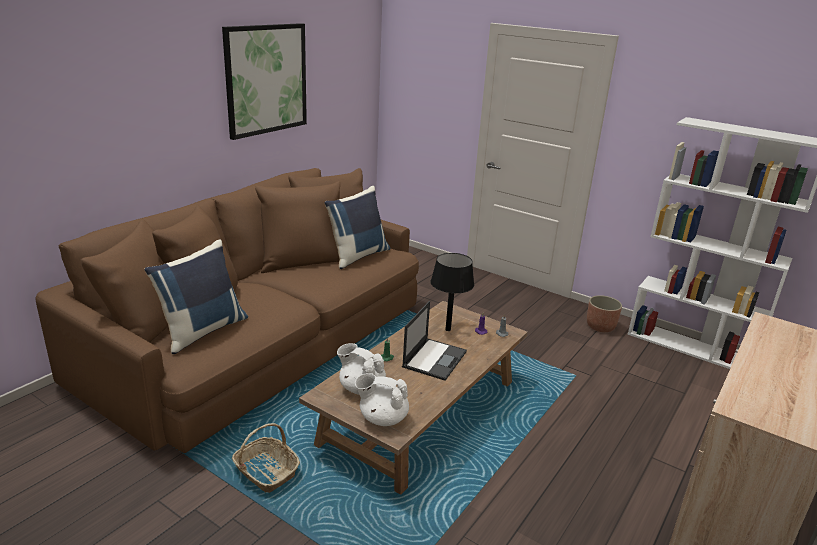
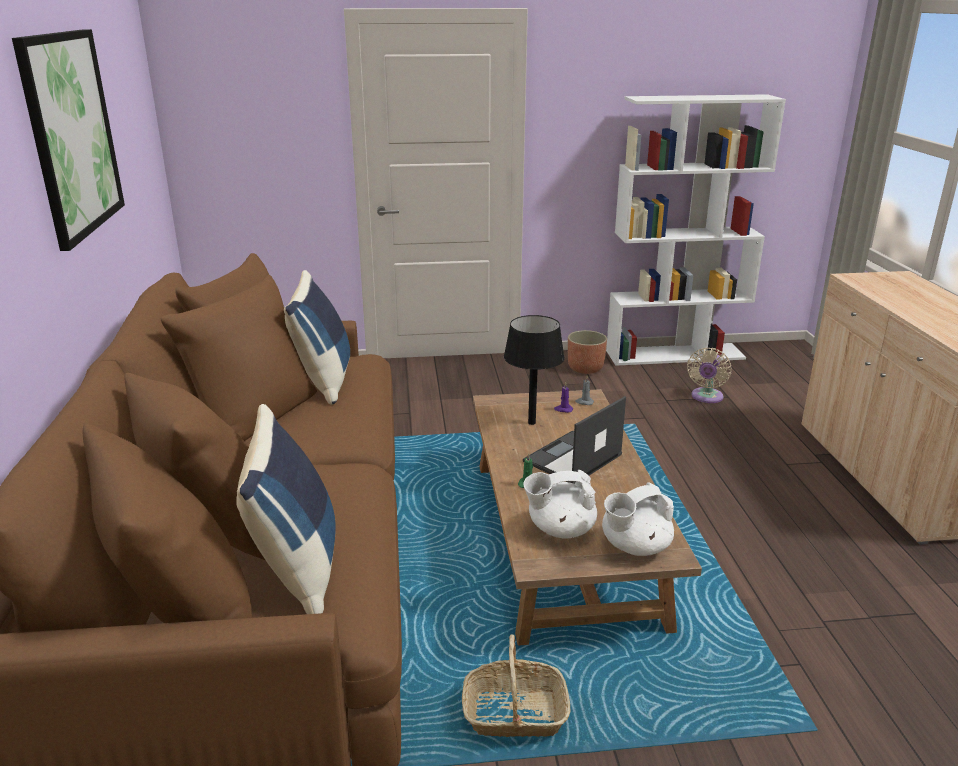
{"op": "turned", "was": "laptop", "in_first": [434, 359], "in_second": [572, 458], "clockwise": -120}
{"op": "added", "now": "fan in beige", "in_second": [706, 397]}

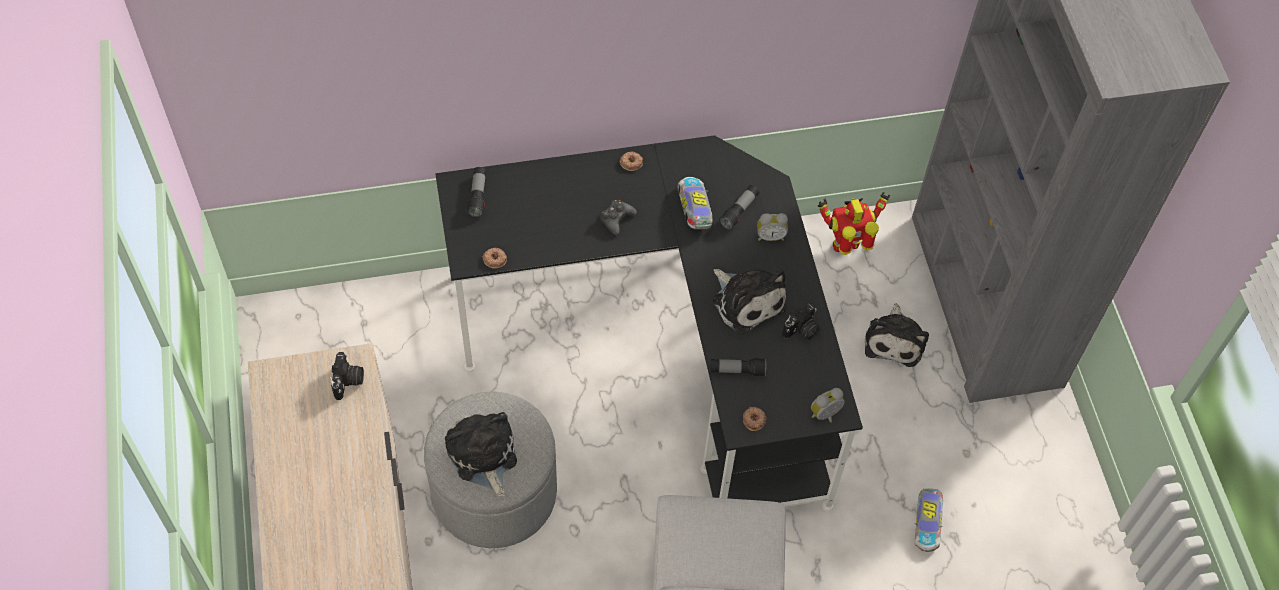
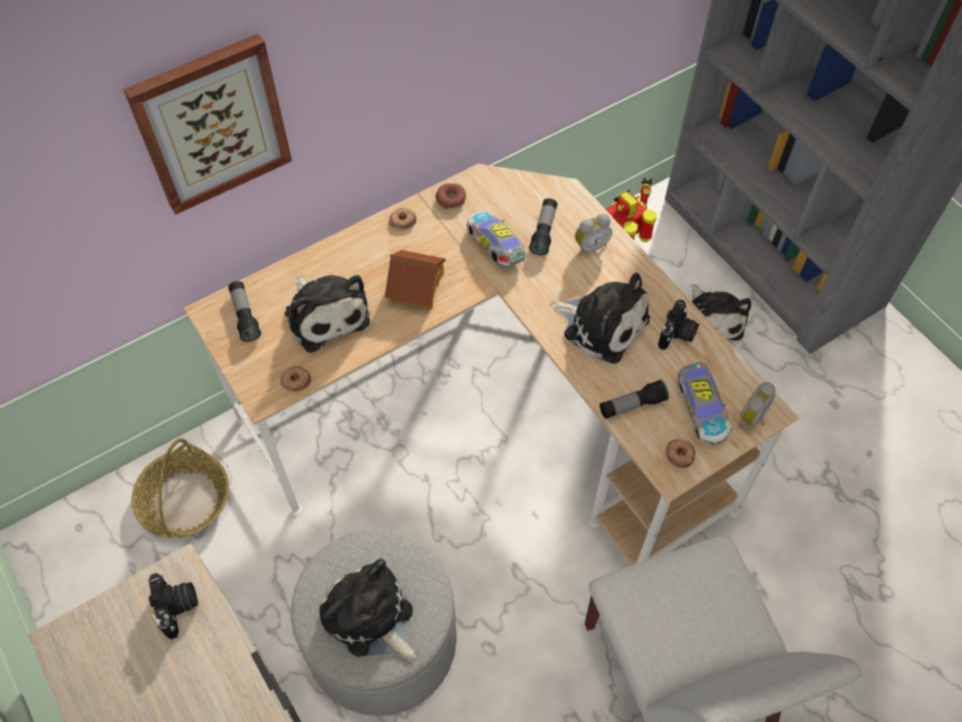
{"op": "added", "now": "picture", "in_second": [211, 124]}
{"op": "added", "now": "basket", "in_second": [185, 500]}
{"op": "recoloured", "was": "desk in black", "now": "desk in beige", "in_first": [663, 350], "in_second": [492, 413]}
{"op": "added", "now": "plush toy", "in_second": [325, 314]}
{"op": "replaced", "was": "game controller in black", "now": "toy house", "in_first": [616, 219], "in_second": [415, 286]}
{"op": "added", "now": "donut", "in_second": [451, 200]}
{"op": "moved", "was": "toy car", "in_first": [926, 522], "in_second": [700, 408]}

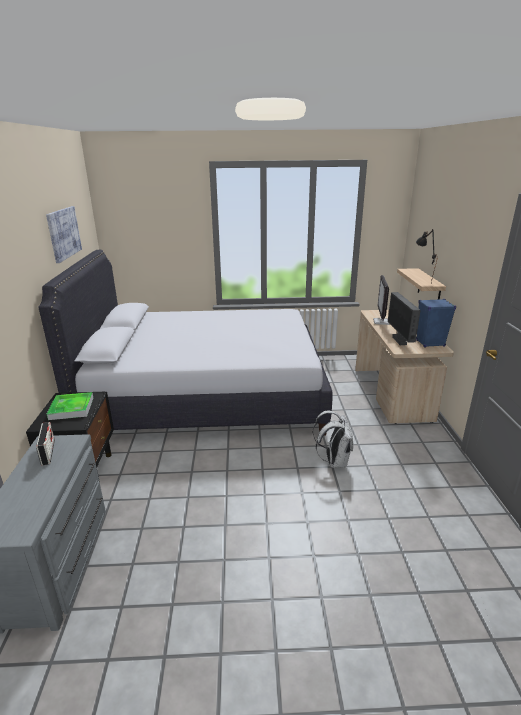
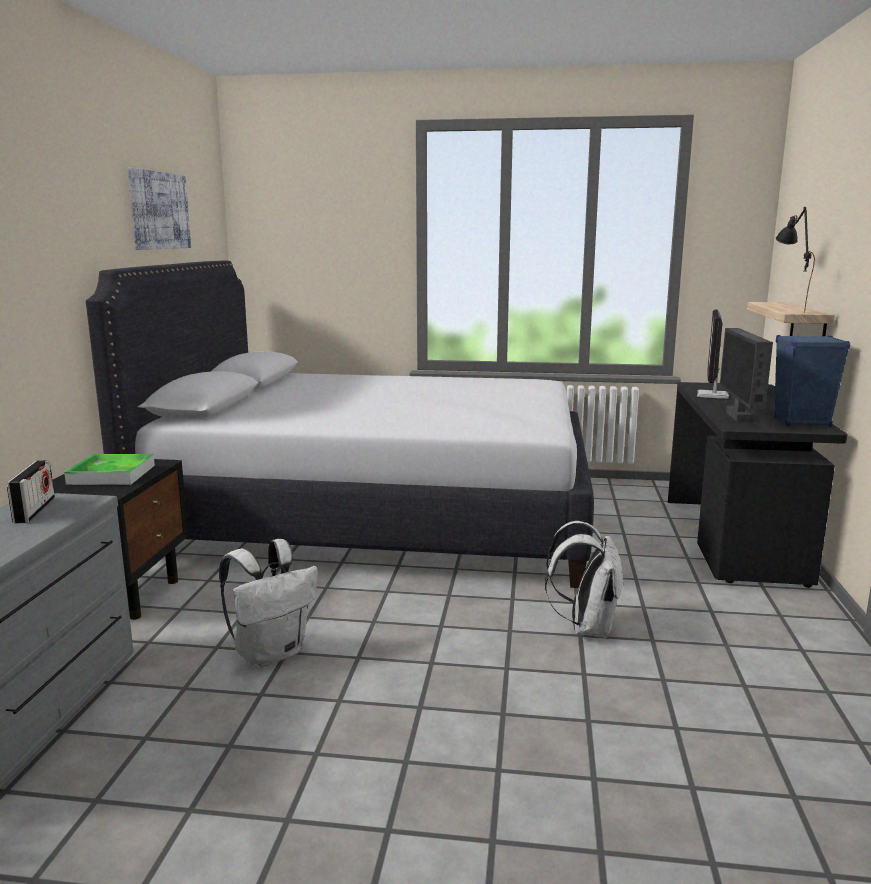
{"op": "added", "now": "backpack in white", "in_second": [271, 653]}
{"op": "recoloured", "was": "desk in beige", "now": "desk in black", "in_first": [393, 394], "in_second": [736, 539]}

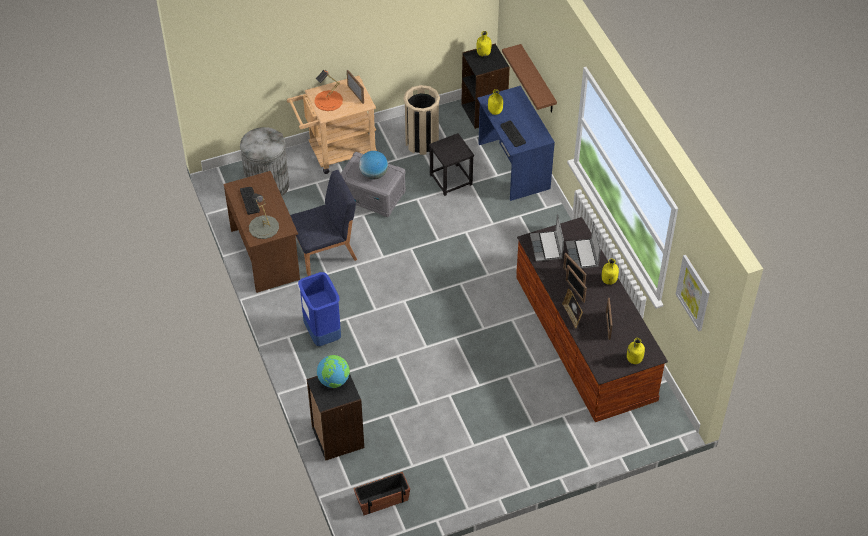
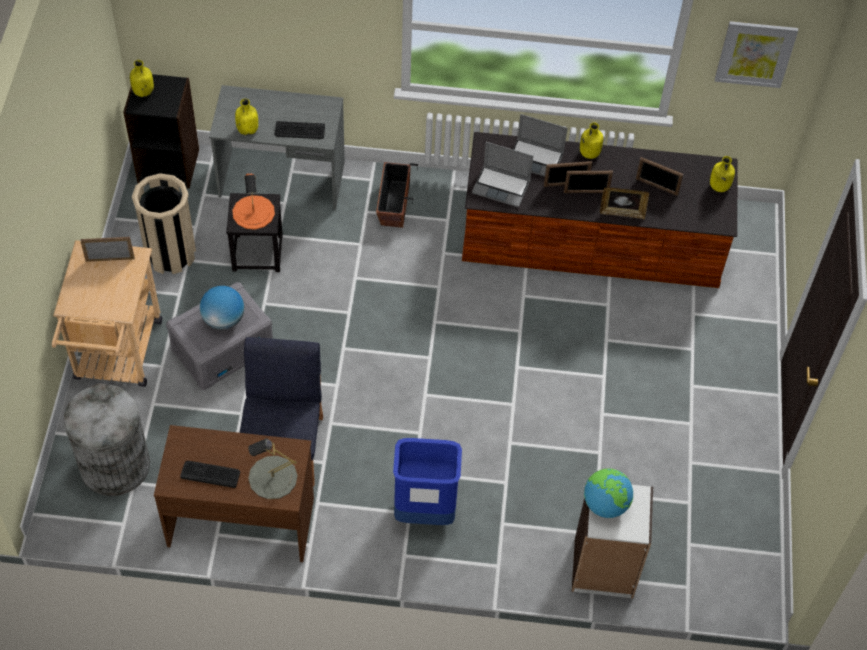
{"op": "recoloured", "was": "desk in blue", "now": "desk in grey", "in_first": [513, 166], "in_second": [282, 180]}
{"op": "moved", "was": "table lamp in orange", "in_first": [328, 101], "in_second": [253, 212]}
{"op": "moved", "was": "planter", "in_first": [382, 500], "in_second": [394, 204]}
{"op": "recoloured", "was": "bookcase in black", "now": "bookcase in white", "in_first": [337, 437], "in_second": [603, 568]}
{"op": "removed", "was": "shelf in brown", "in_first": [538, 80]}

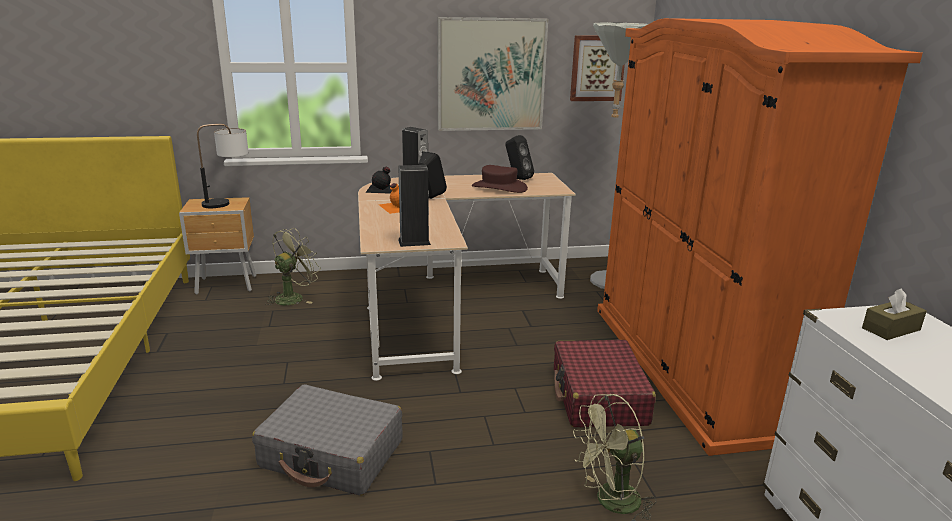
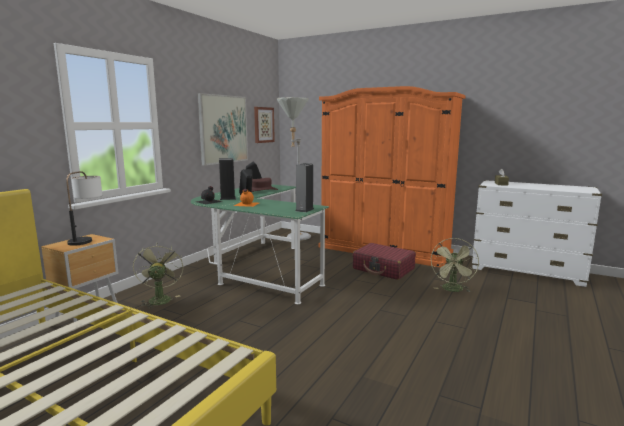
{"op": "recoloured", "was": "desk in beige", "now": "desk in green", "in_first": [446, 307], "in_second": [257, 269]}
{"op": "removed", "was": "suitcase in grey", "in_first": [332, 454]}

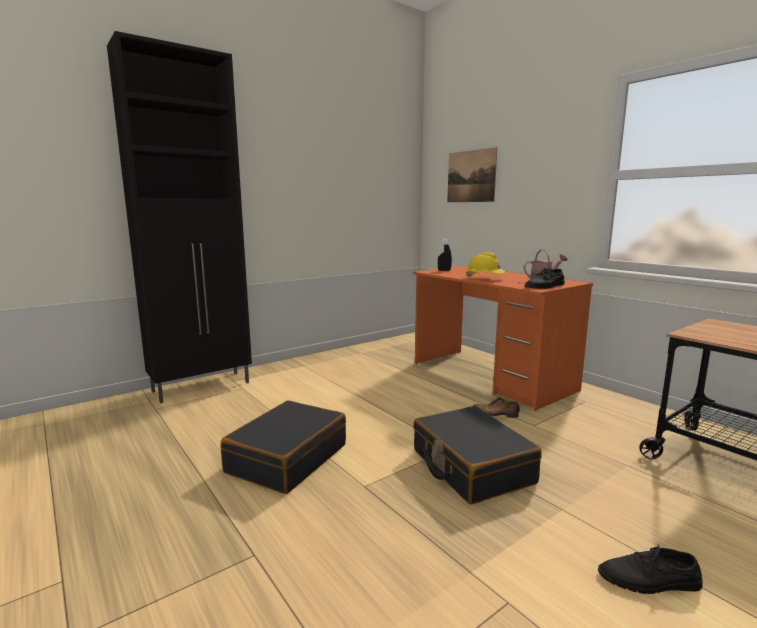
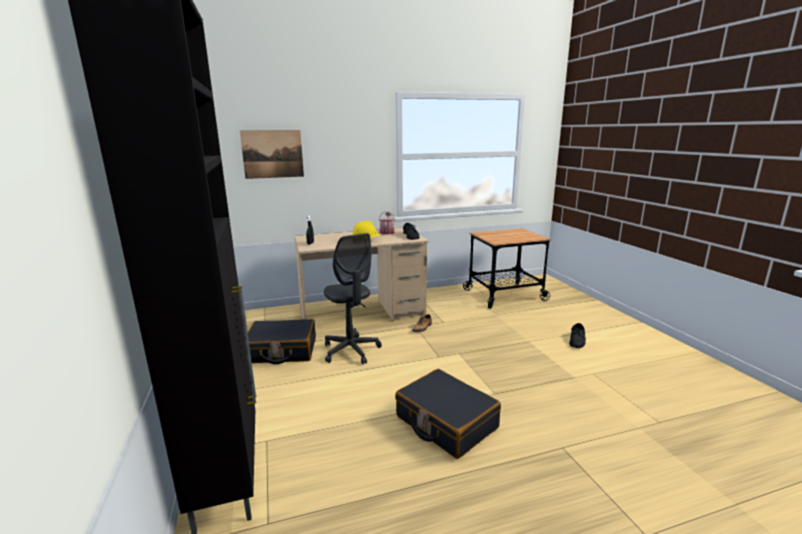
{"op": "moved", "was": "suitcase in black", "in_first": [471, 467], "in_second": [282, 351]}
{"op": "recoloured", "was": "desk in orange", "now": "desk in beige", "in_first": [490, 376], "in_second": [362, 313]}
{"op": "added", "now": "office chair in grey", "in_second": [351, 351]}

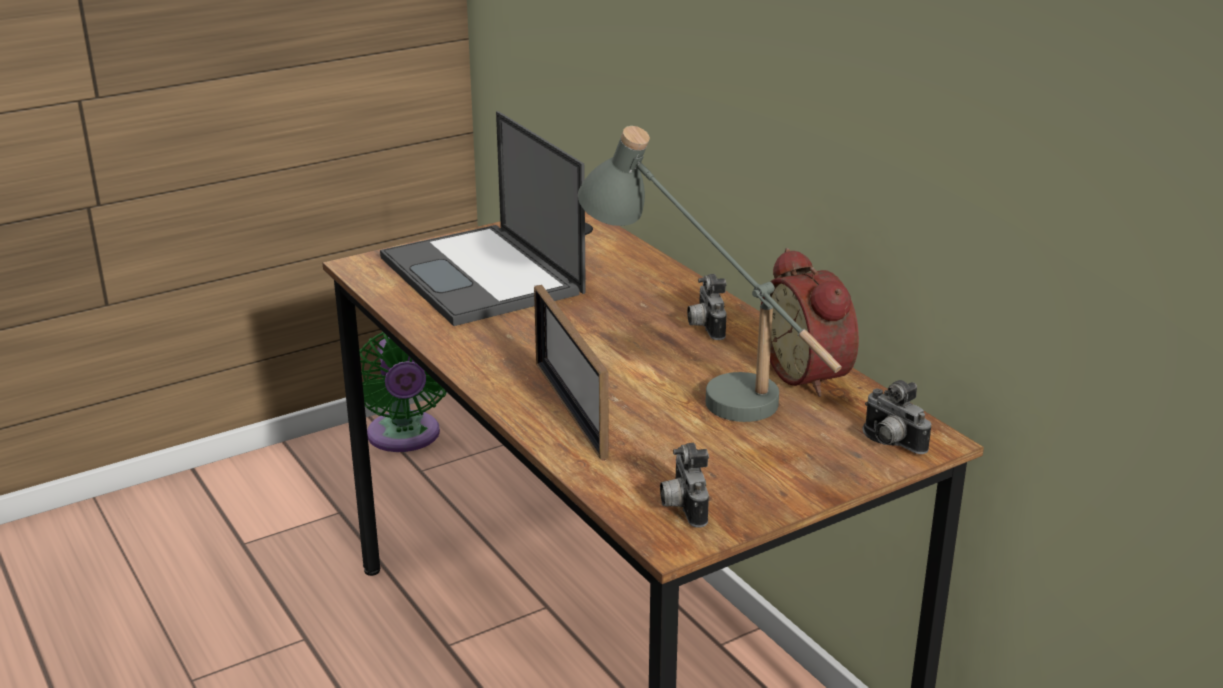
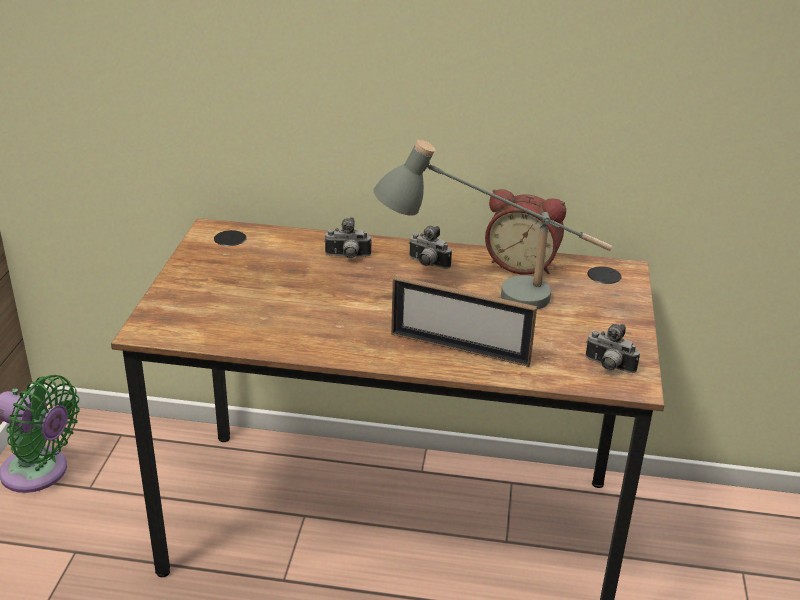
{"op": "moved", "was": "photo camera", "in_first": [890, 442], "in_second": [347, 257]}
{"op": "removed", "was": "laptop", "in_first": [483, 276]}

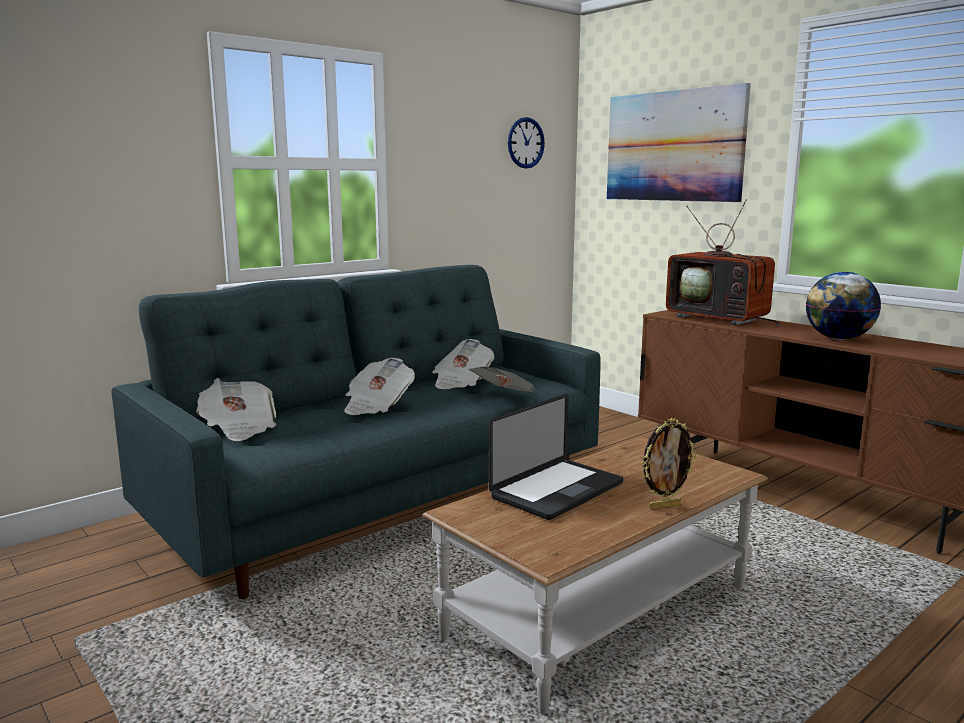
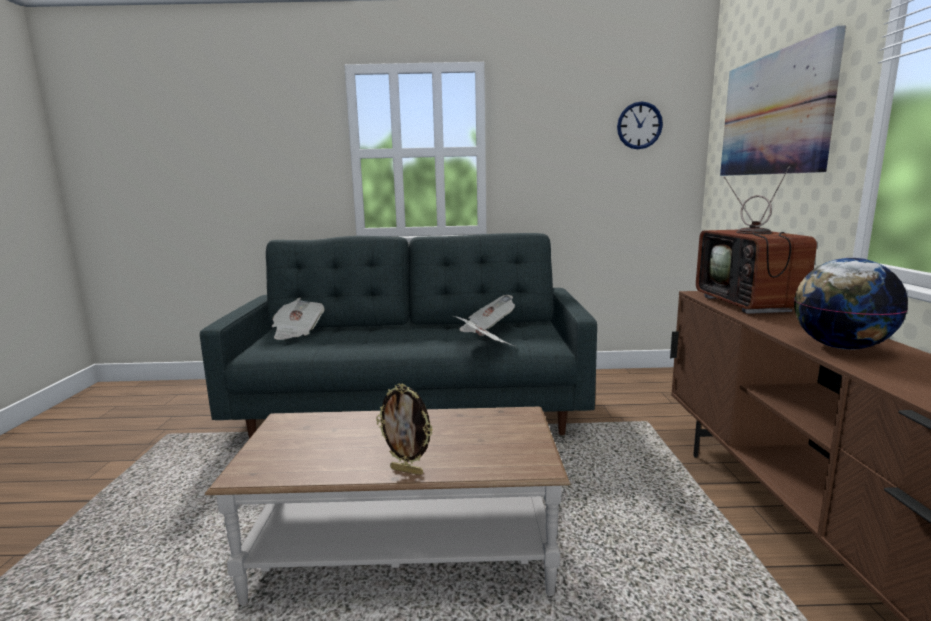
{"op": "removed", "was": "newspaper", "in_first": [377, 406]}
{"op": "removed", "was": "laptop", "in_first": [557, 491]}

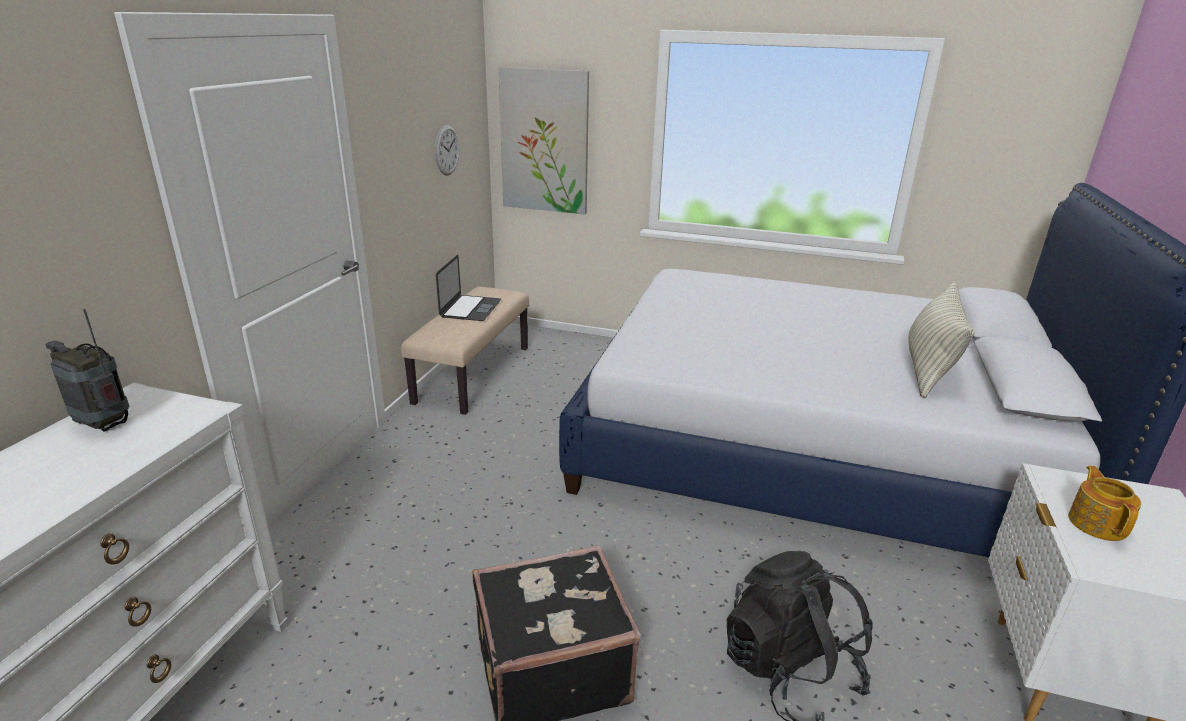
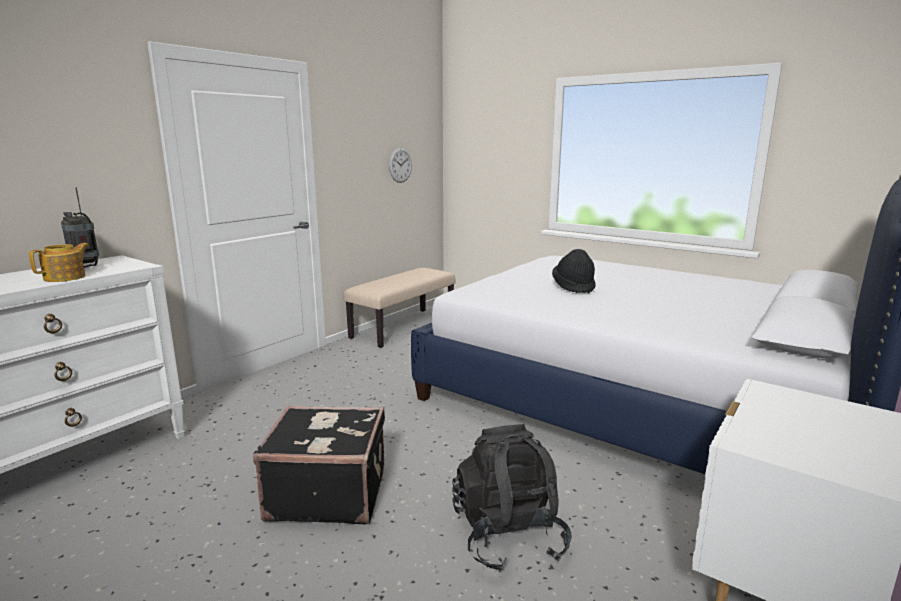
{"op": "moved", "was": "teapot", "in_first": [1097, 523], "in_second": [66, 277]}
{"op": "added", "now": "hat in black", "in_second": [573, 287]}
{"op": "removed", "was": "laptop", "in_first": [470, 308]}
{"op": "removed", "was": "picture", "in_first": [544, 142]}
{"op": "removed", "was": "pillow", "in_first": [928, 369]}

